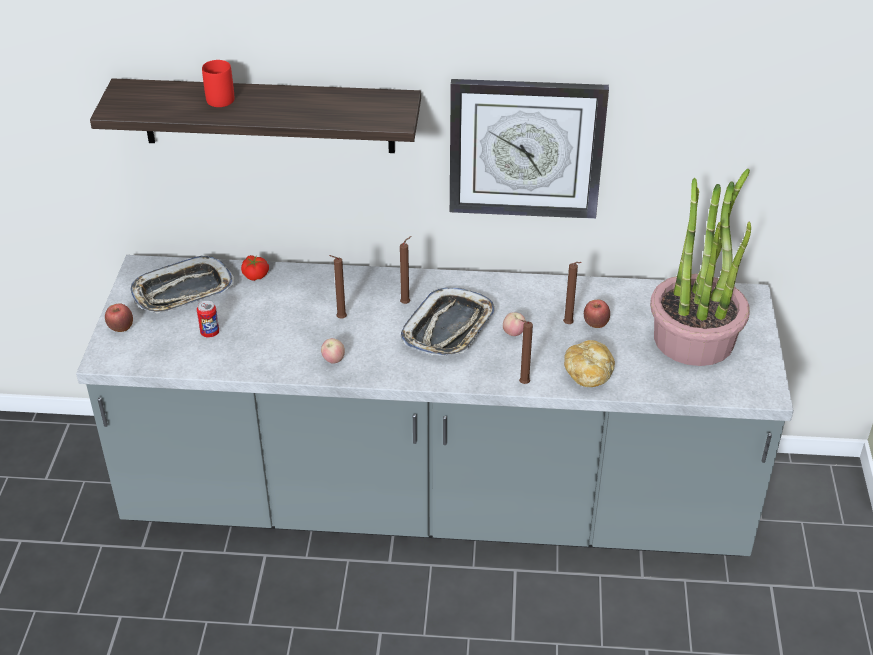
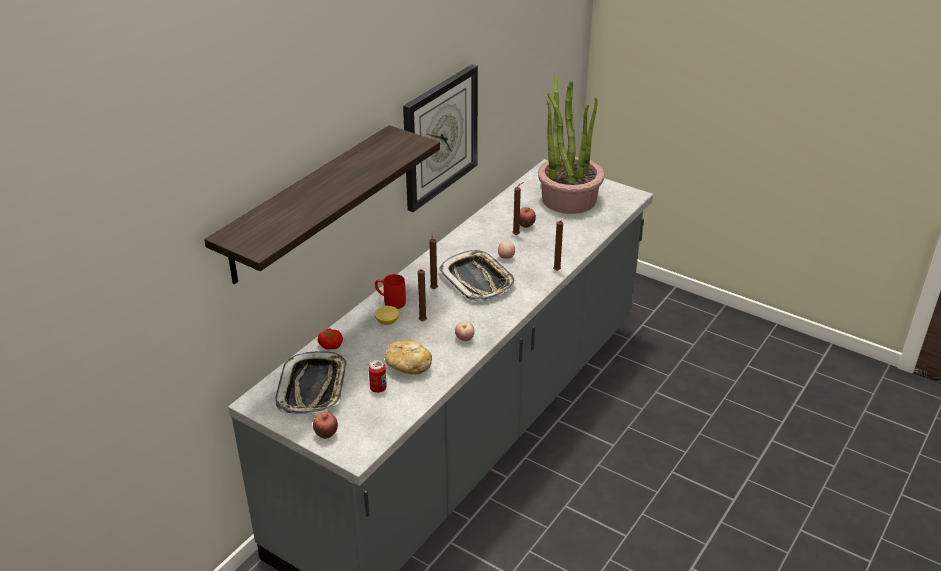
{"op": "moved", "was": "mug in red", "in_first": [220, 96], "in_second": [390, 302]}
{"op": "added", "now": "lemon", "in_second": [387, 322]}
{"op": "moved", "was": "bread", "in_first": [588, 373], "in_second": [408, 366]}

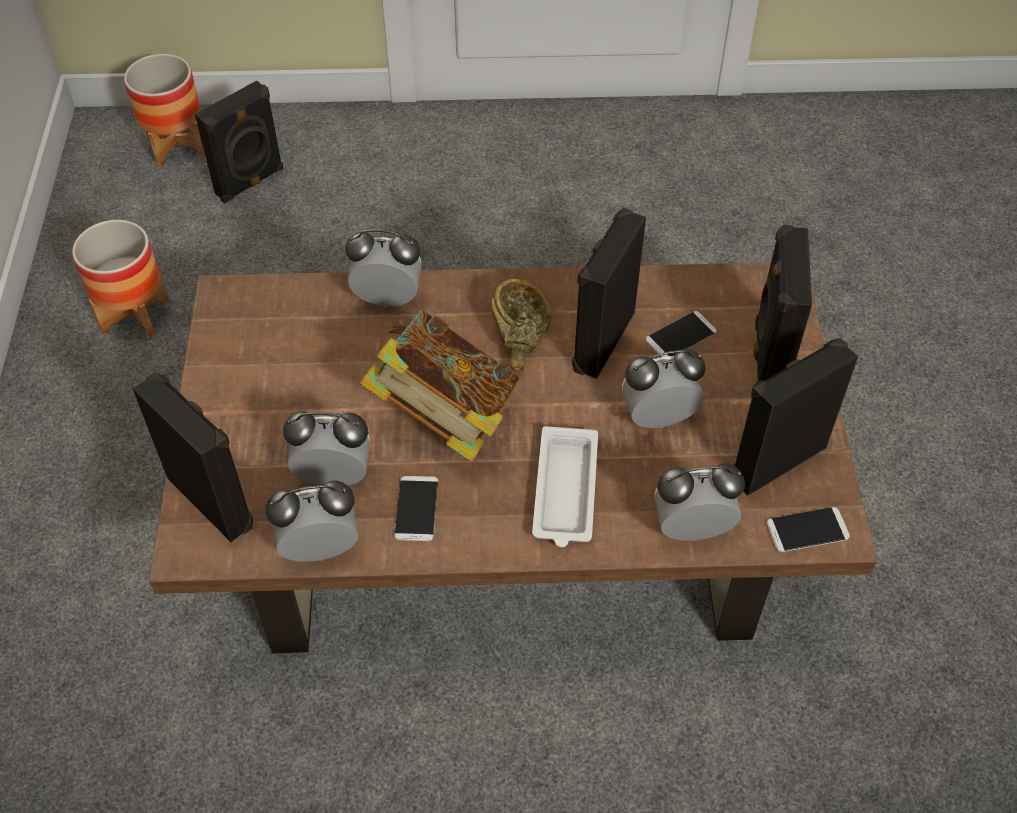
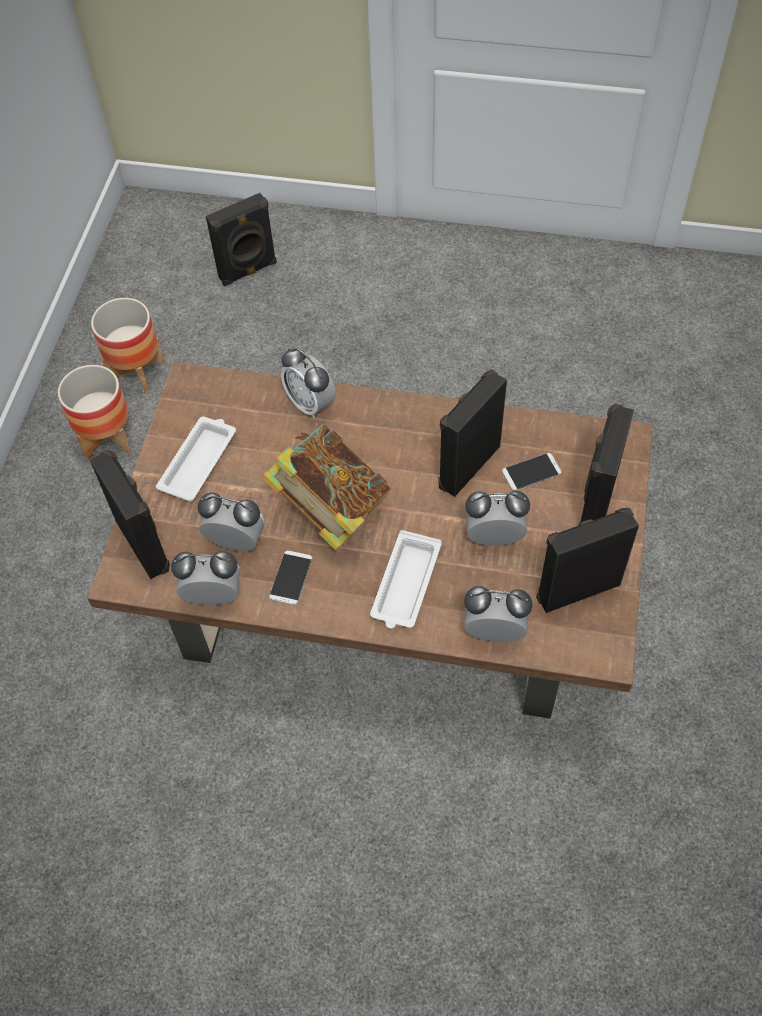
{"op": "moved", "was": "planter", "in_first": [177, 145], "in_second": [108, 438]}
{"op": "added", "now": "tray in white", "in_second": [199, 461]}
{"op": "turned", "was": "alarm clock", "in_first": [388, 299], "in_second": [310, 404], "clockwise": -150}
{"op": "removed", "was": "bowl in brown", "in_first": [522, 339]}
{"op": "removed", "was": "phone", "in_first": [807, 530]}

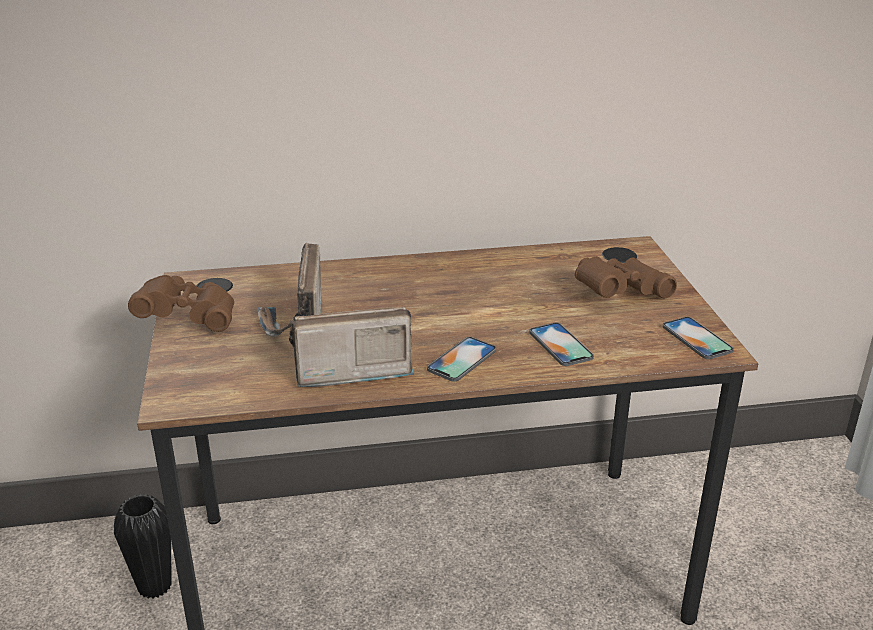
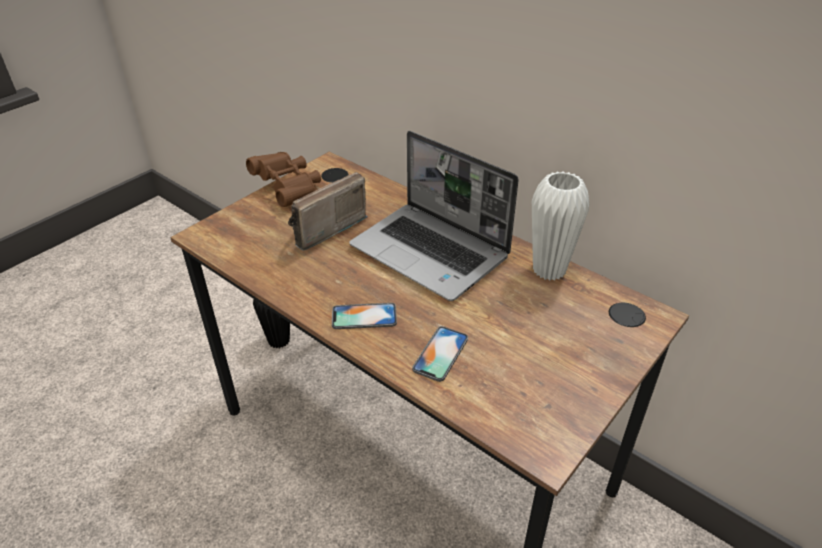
{"op": "added", "now": "laptop", "in_second": [431, 252]}
{"op": "added", "now": "vase in white", "in_second": [549, 270]}
{"op": "removed", "was": "radio", "in_first": [349, 370]}
{"op": "removed", "was": "binoculars in brown", "in_first": [618, 294]}
{"op": "removed", "was": "phone", "in_first": [697, 338]}

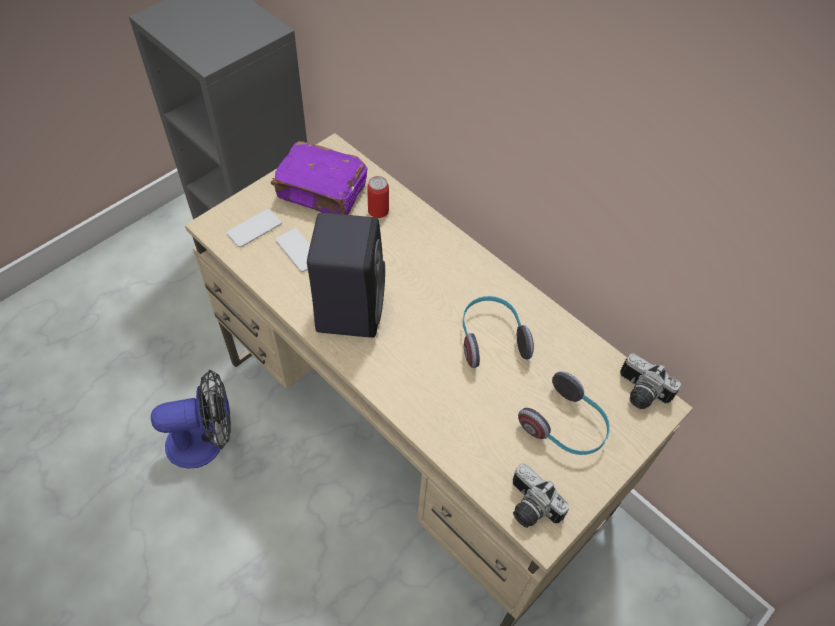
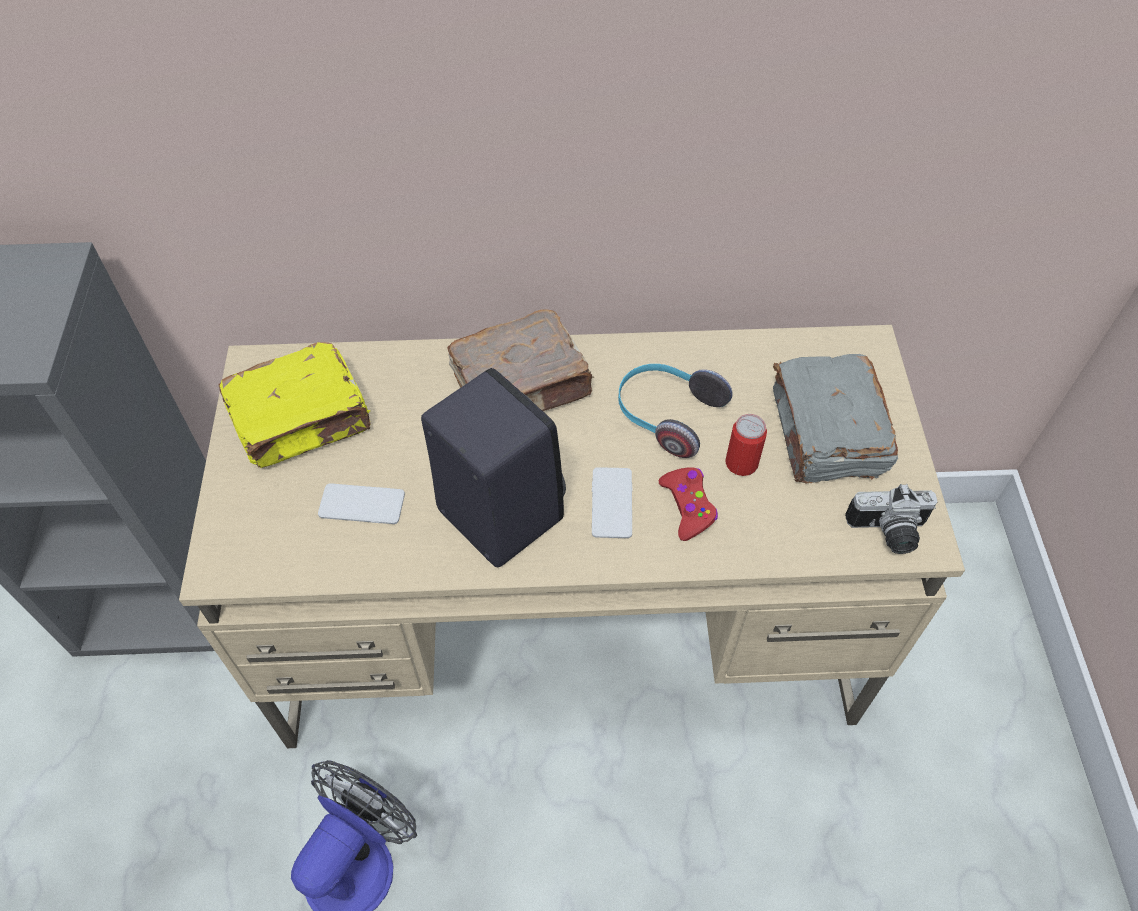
{"op": "recoloured", "was": "book in purple", "now": "book in yellow", "in_first": [322, 192], "in_second": [303, 420]}
{"op": "added", "now": "book in brown", "in_second": [523, 385]}
{"op": "moved", "was": "phone", "in_first": [254, 228], "in_second": [611, 503]}
{"op": "added", "now": "game controller in red", "in_second": [688, 506]}
{"op": "moved", "was": "can", "in_first": [378, 211], "in_second": [741, 463]}
{"op": "replaced", "was": "headphones", "now": "book in grey", "in_first": [565, 426], "in_second": [826, 434]}
{"op": "removed", "was": "photo camera", "in_first": [640, 393]}

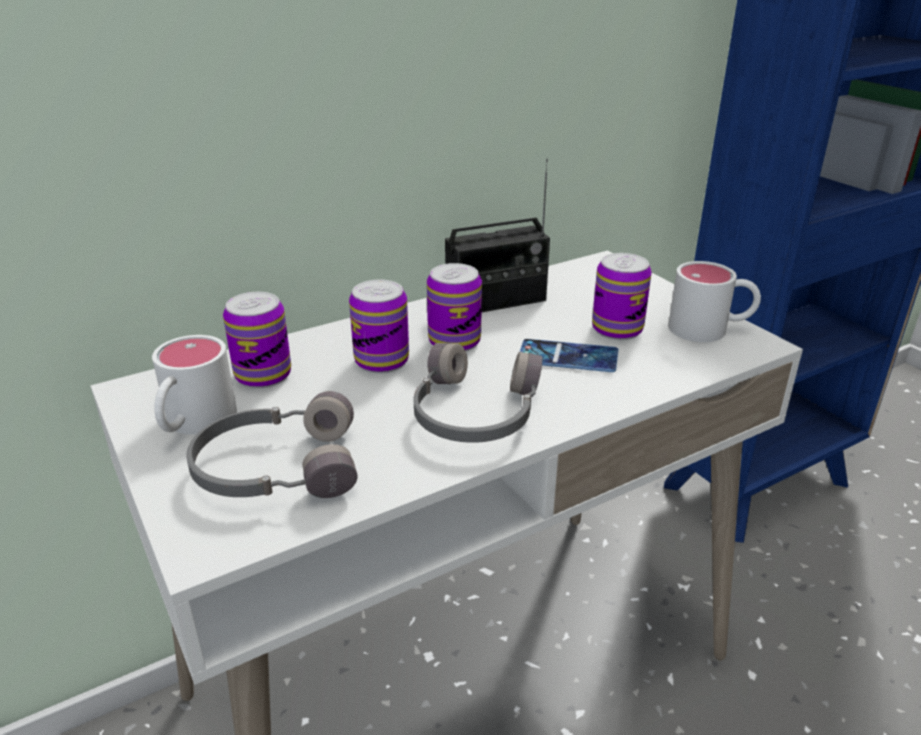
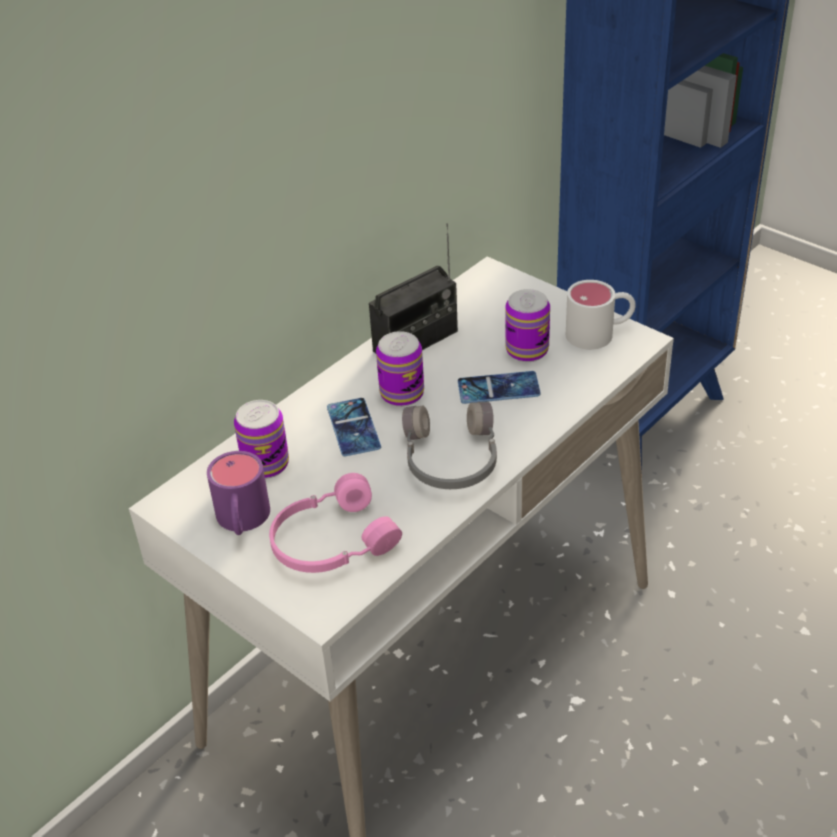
{"op": "recoloured", "was": "mug in white", "now": "mug in purple", "in_first": [193, 424], "in_second": [242, 521]}
{"op": "recoloured", "was": "headphones in grey", "now": "headphones in pink", "in_first": [276, 468], "in_second": [331, 541]}
{"op": "replaced", "was": "can", "now": "phone", "in_first": [381, 361], "in_second": [353, 427]}

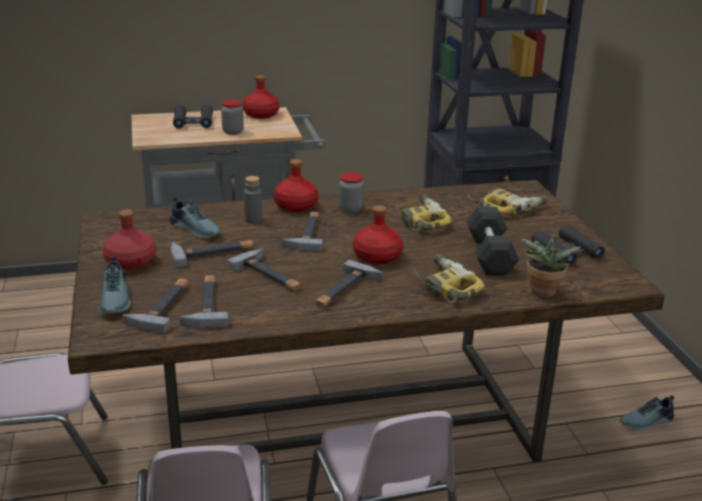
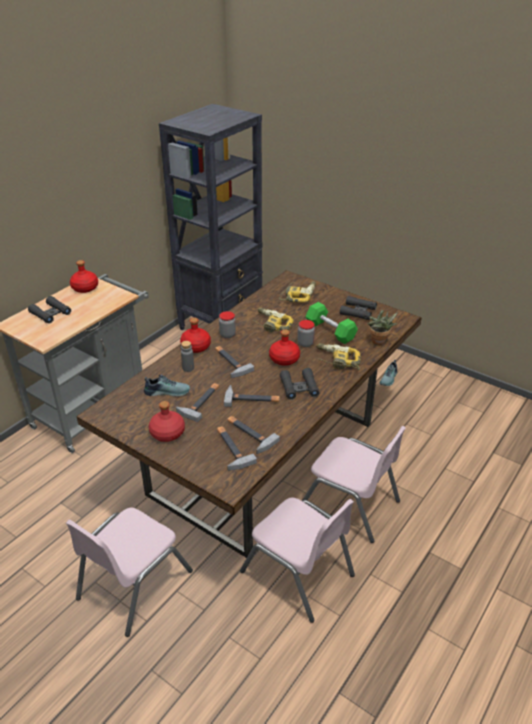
{"op": "replaced", "was": "hammer", "now": "binoculars in black", "in_first": [345, 290], "in_second": [299, 387]}
{"op": "moved", "was": "jar", "in_first": [233, 132], "in_second": [305, 343]}
{"op": "recoloured", "was": "dumbbell in grey", "now": "dumbbell in green", "in_first": [489, 255], "in_second": [330, 331]}
{"op": "removed", "was": "shoe", "in_first": [117, 299]}

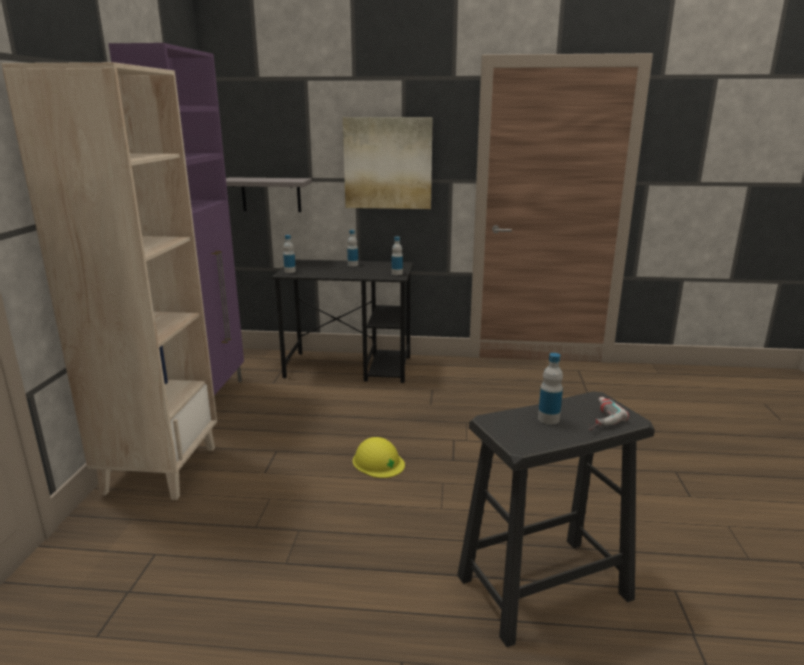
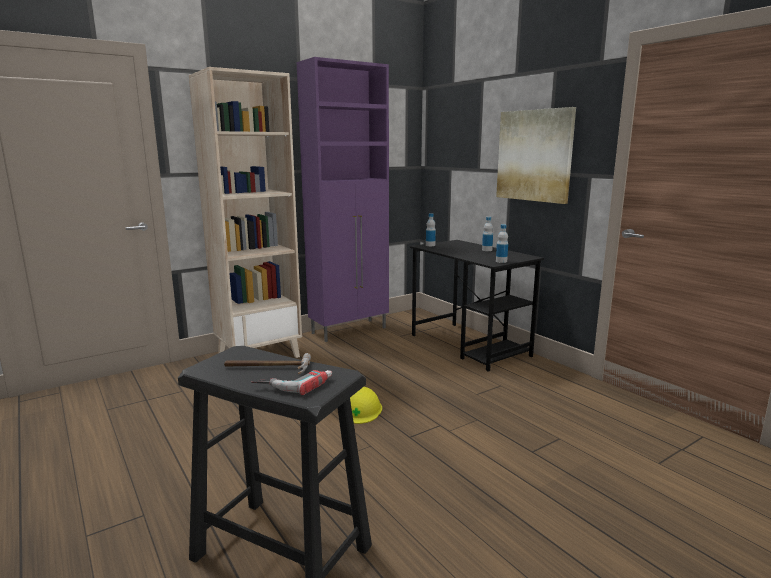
{"op": "replaced", "was": "bottle", "now": "hammer", "in_first": [548, 419], "in_second": [267, 367]}
{"op": "removed", "was": "shelf in grey", "in_first": [271, 194]}

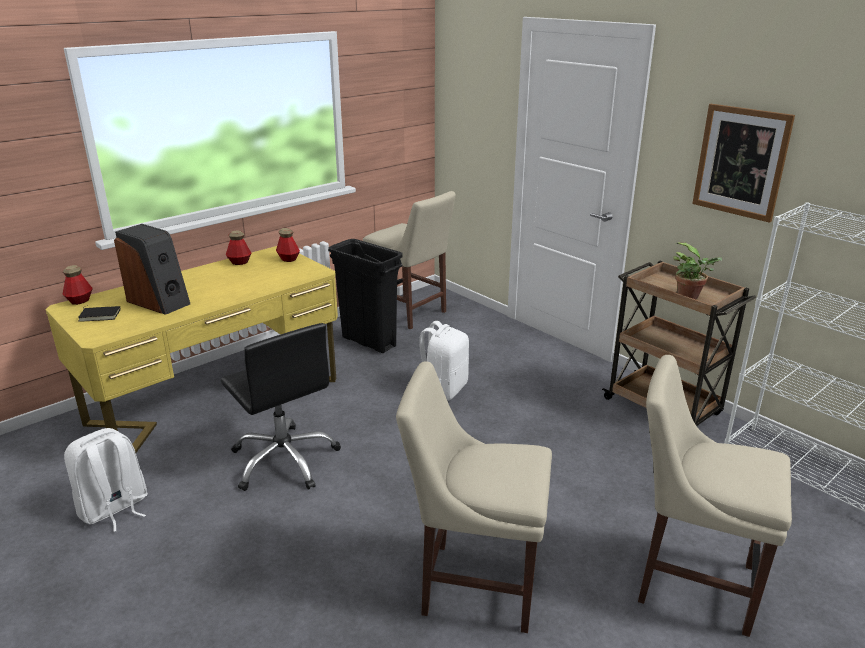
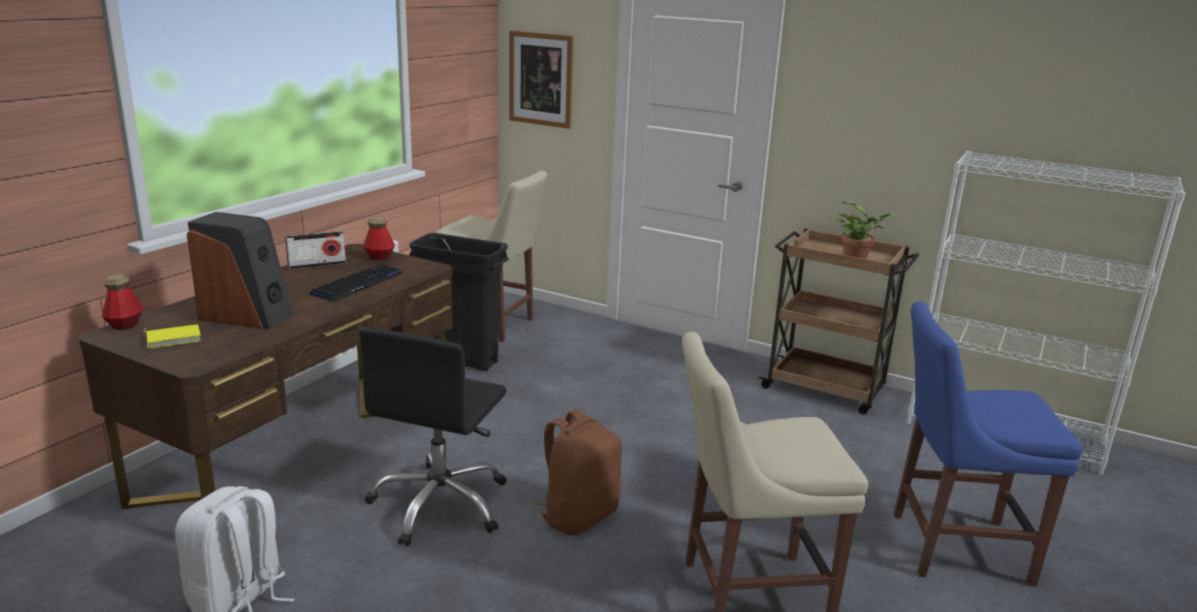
{"op": "recoloured", "was": "desk in yellow", "now": "desk in brown", "in_first": [216, 401], "in_second": [303, 451]}
{"op": "recoloured", "was": "book in black", "now": "book in yellow", "in_first": [100, 315], "in_second": [174, 338]}
{"op": "replaced", "was": "bottle", "now": "radio", "in_first": [239, 262], "in_second": [317, 265]}
{"op": "added", "now": "keyboard", "in_second": [358, 284]}
{"op": "turned", "was": "office chair in black", "in_first": [285, 460], "in_second": [440, 504], "clockwise": 75}
{"op": "moved", "was": "picture", "in_first": [741, 162], "in_second": [541, 79]}
{"op": "added", "now": "backpack in brown", "in_second": [578, 516]}
{"op": "recoloured", "was": "chair in beige", "now": "chair in blue", "in_first": [689, 580], "in_second": [952, 546]}
{"op": "removed", "was": "backpack in white", "in_first": [443, 390]}

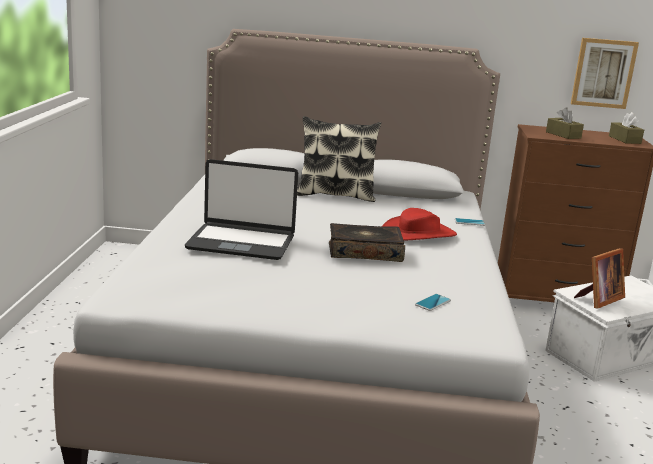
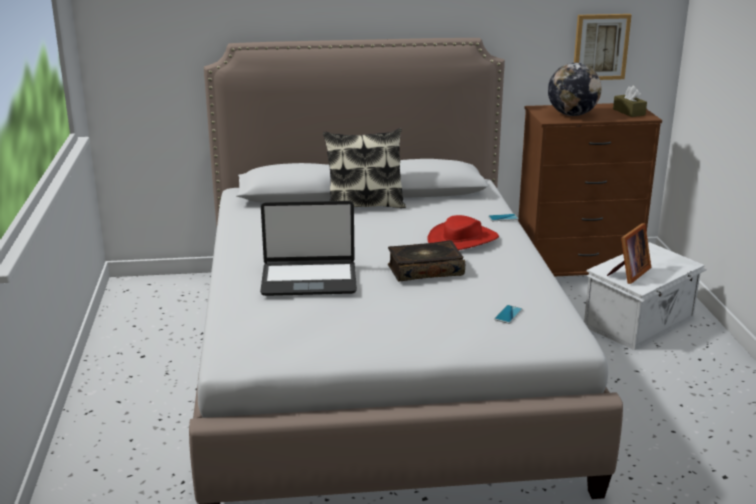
{"op": "replaced", "was": "tissue box in brown", "now": "globe", "in_first": [563, 135], "in_second": [572, 115]}

